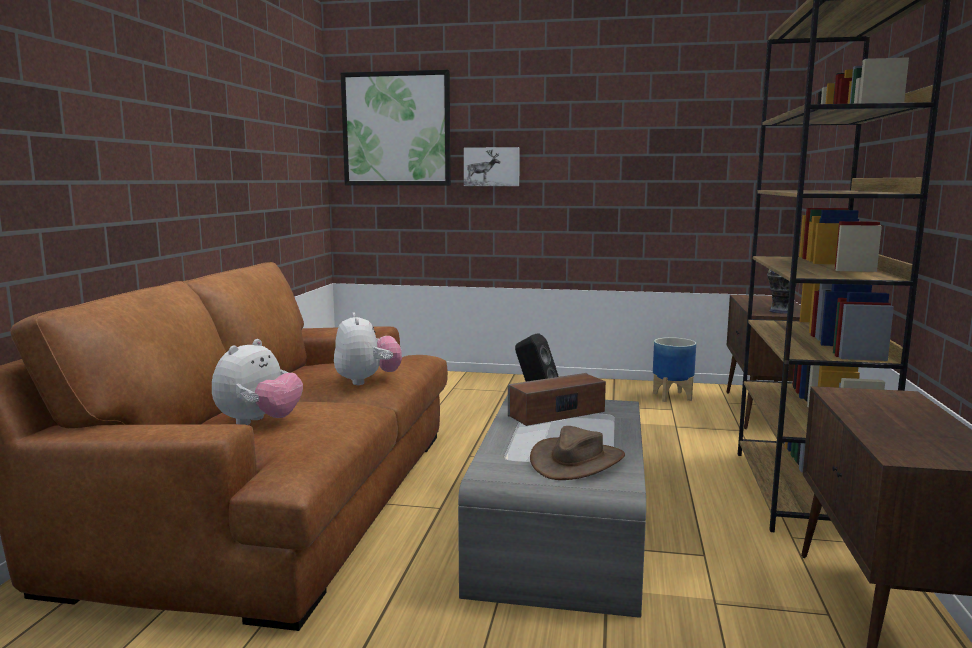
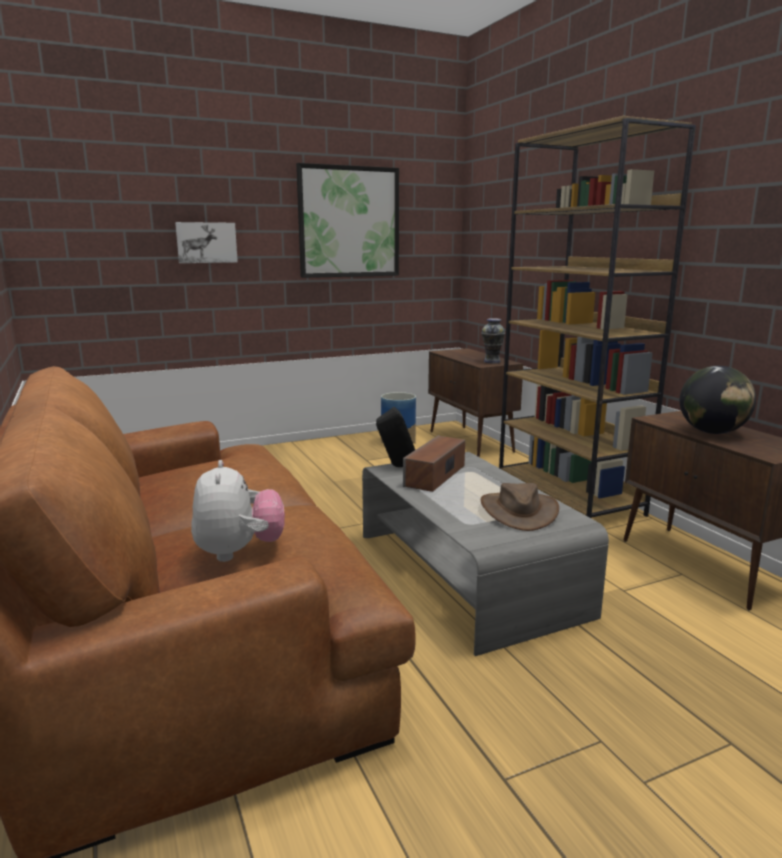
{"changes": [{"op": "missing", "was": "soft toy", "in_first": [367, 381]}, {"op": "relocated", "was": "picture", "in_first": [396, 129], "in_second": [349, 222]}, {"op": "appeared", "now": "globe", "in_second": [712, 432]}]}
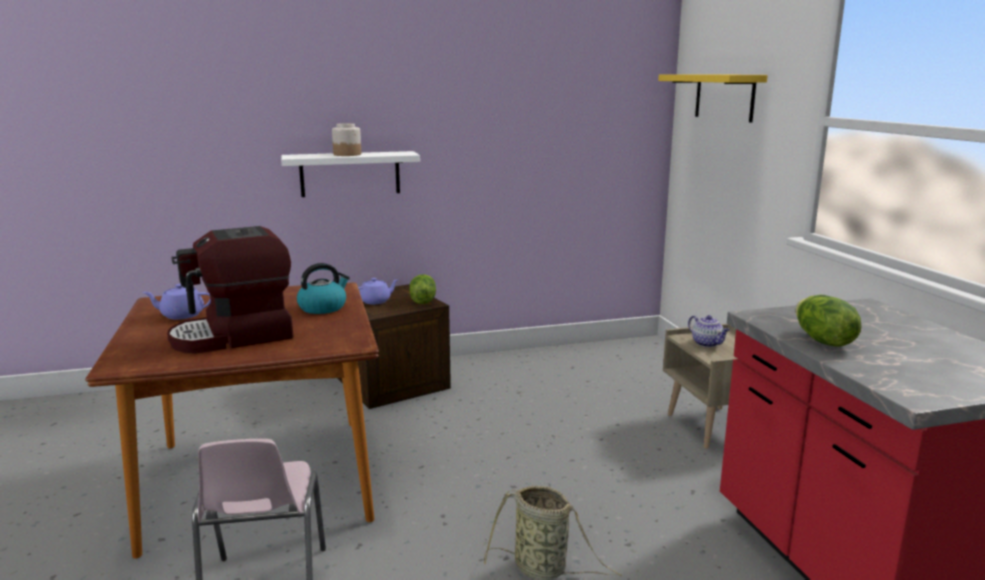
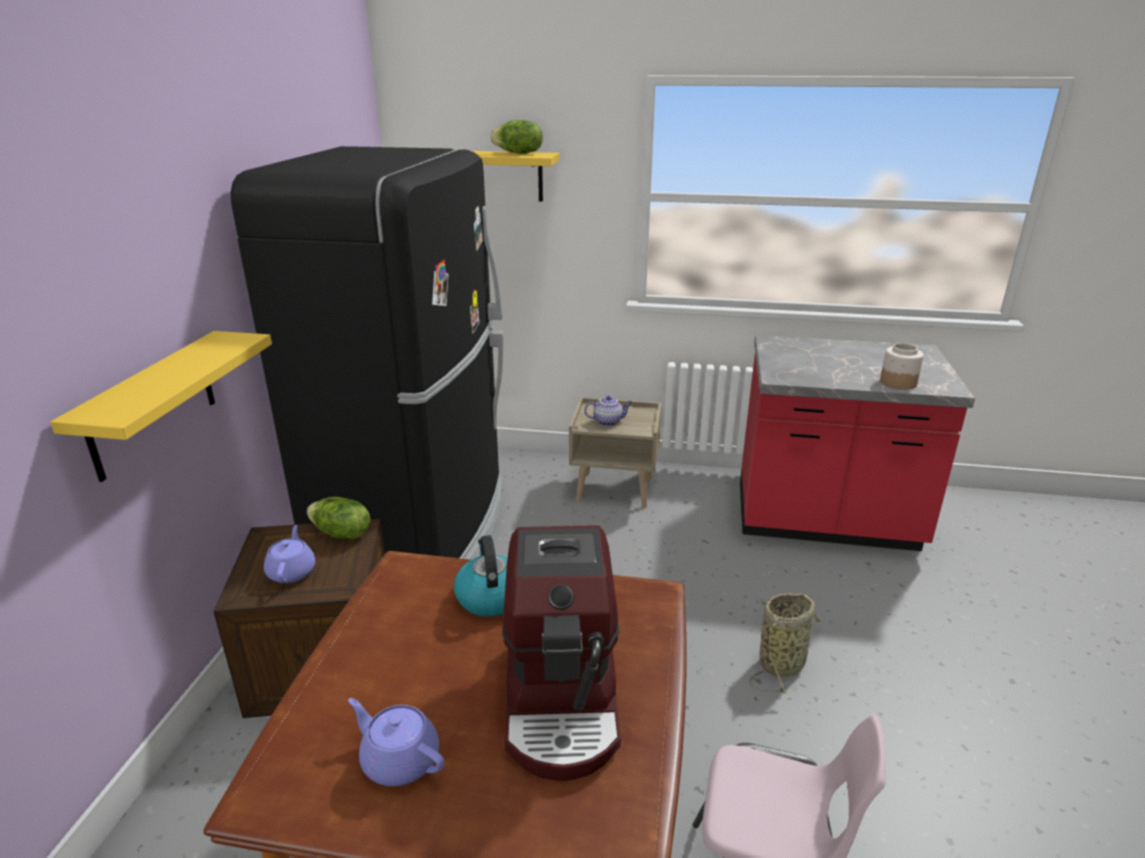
{"changes": [{"op": "spun", "was": "purple tea pot", "in_first": [181, 315], "in_second": [399, 760], "clockwise": 105}, {"op": "colour", "was": "whitish bracket shelf", "now": "yellow bracket shelf", "in_first": [350, 174], "in_second": [152, 404]}, {"op": "relocated", "was": "preserve jar", "in_first": [347, 154], "in_second": [897, 382]}, {"op": "relocated", "was": "lettuce", "in_first": [822, 340], "in_second": [518, 153]}, {"op": "appeared", "now": "black fridge", "in_second": [419, 534]}]}
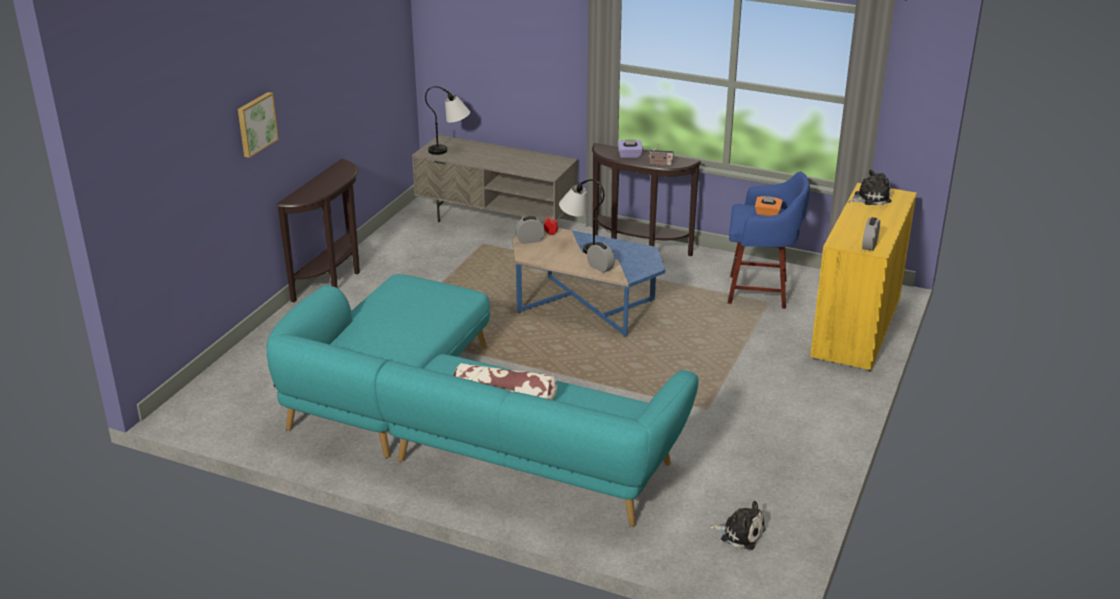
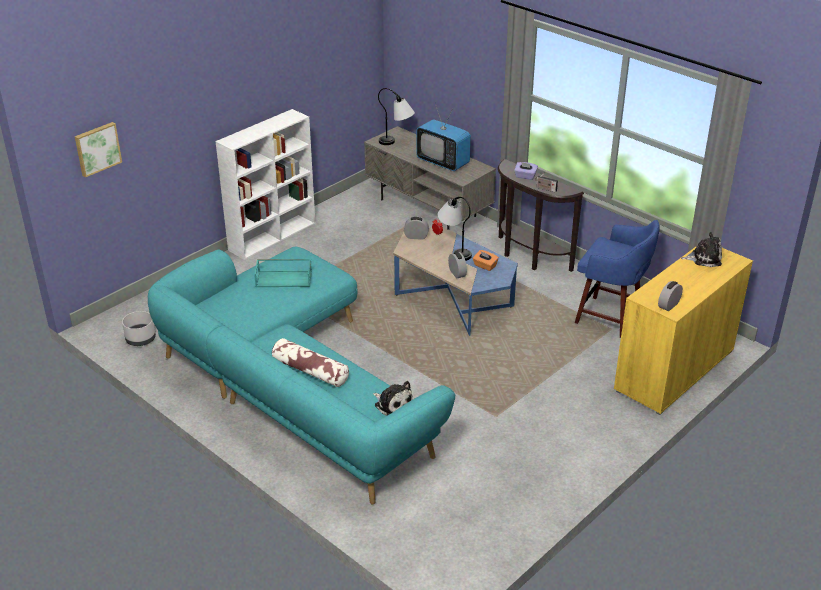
{"changes": [{"op": "relocated", "was": "picture", "in_first": [256, 124], "in_second": [97, 148]}, {"op": "exchanged", "was": "brown hall table", "now": "whitish bookshelf", "in_first": [334, 279], "in_second": [273, 236]}, {"op": "relocated", "was": "soft toy", "in_first": [740, 533], "in_second": [392, 404]}, {"op": "relocated", "was": "orange-coloured tissue holder", "in_first": [767, 213], "in_second": [485, 266]}, {"op": "appeared", "now": "greyish flower pot", "in_second": [140, 339]}, {"op": "appeared", "now": "turquoise carrying tray", "in_second": [284, 278]}, {"op": "appeared", "now": "TV set", "in_second": [443, 162]}]}
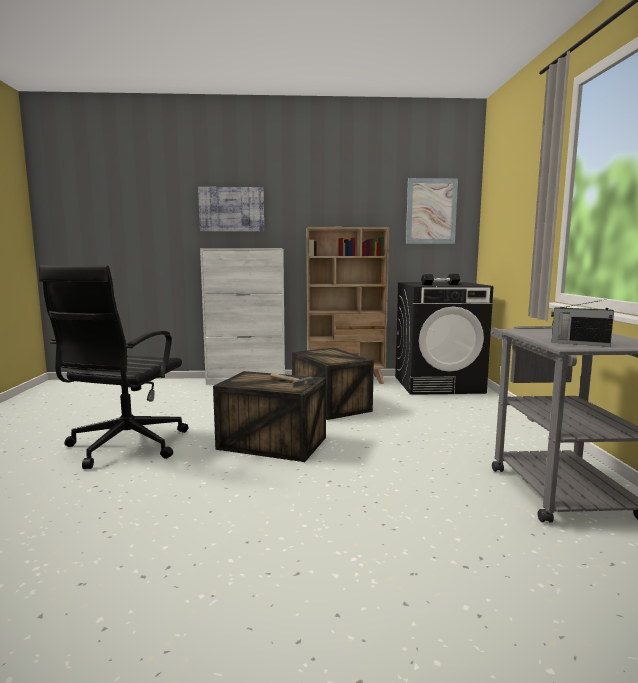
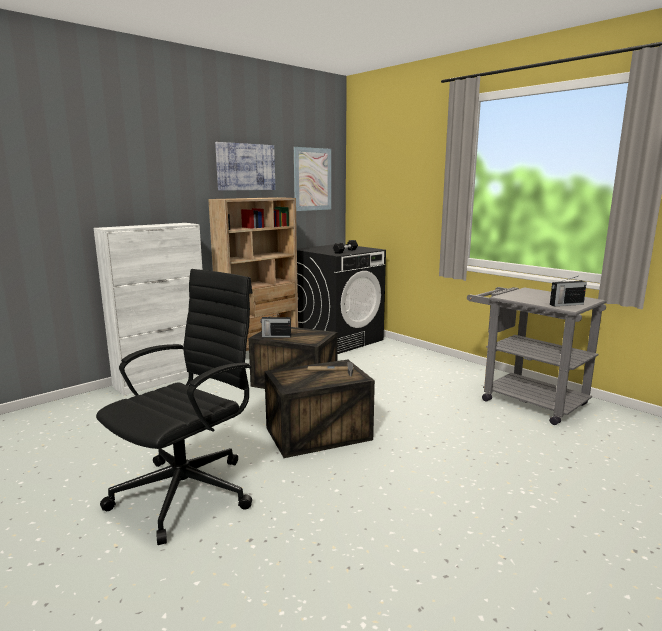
{"changes": [{"op": "spun", "was": "black desk chair", "in_first": [125, 446], "in_second": [188, 492], "clockwise": -120}, {"op": "relocated", "was": "picture", "in_first": [231, 209], "in_second": [245, 167]}, {"op": "appeared", "now": "radio set", "in_second": [276, 336]}]}
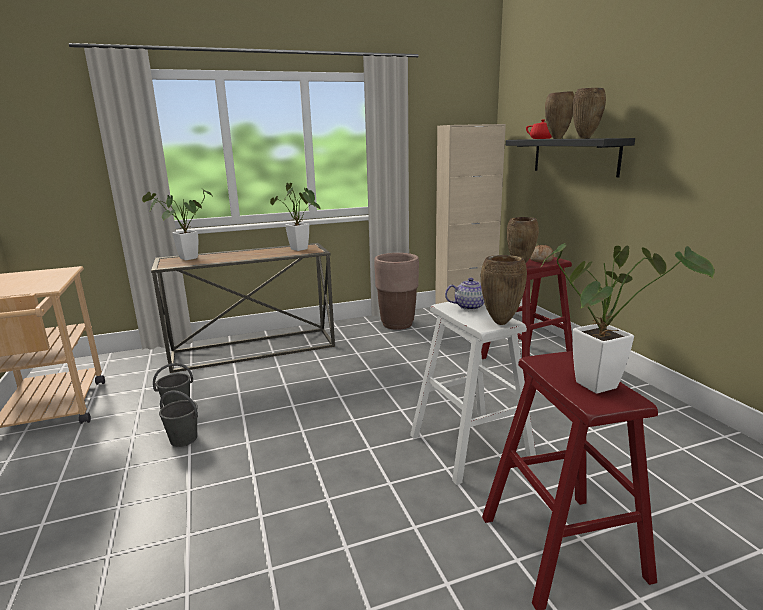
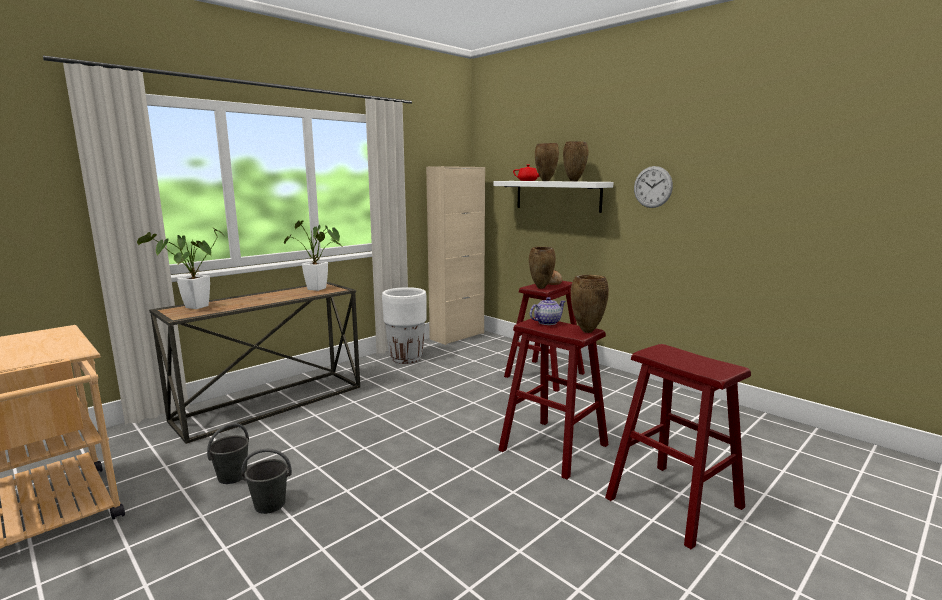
{"changes": [{"op": "colour", "was": "brown flower pot", "now": "whitish flower pot", "in_first": [397, 324], "in_second": [406, 358]}, {"op": "colour", "was": "whitish stool seat", "now": "reddish stool seat", "in_first": [470, 445], "in_second": [553, 447]}, {"op": "colour", "was": "black bracket shelf", "now": "whitish bracket shelf", "in_first": [574, 156], "in_second": [557, 195]}, {"op": "missing", "was": "plant in a pot", "in_first": [603, 384]}, {"op": "appeared", "now": "wall clock", "in_second": [652, 187]}]}
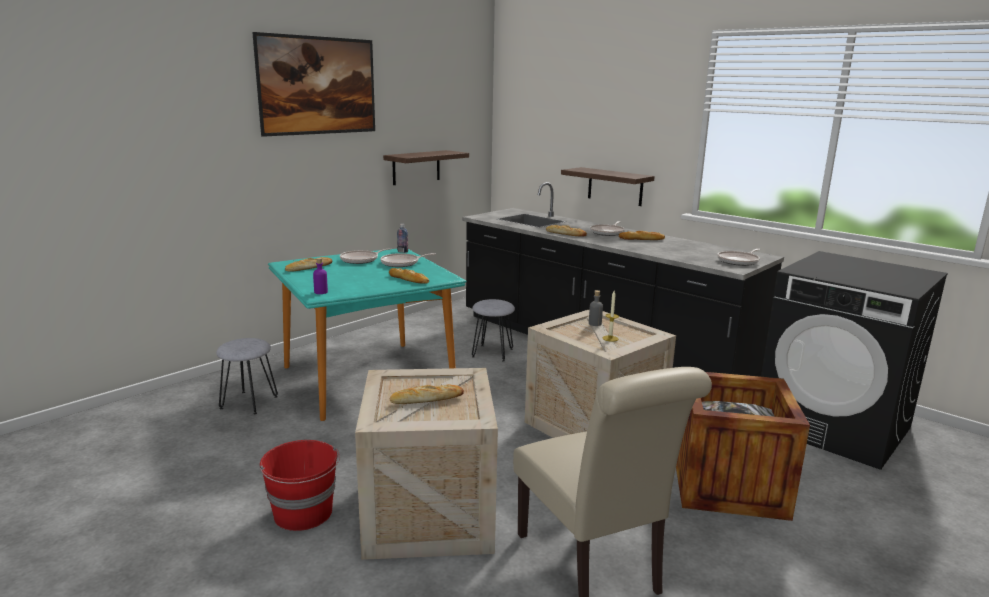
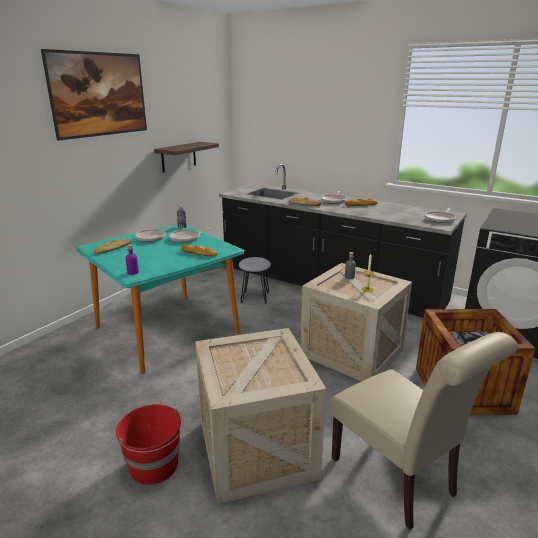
{"changes": [{"op": "missing", "was": "greyish stool seat", "in_first": [248, 402]}, {"op": "missing", "was": "bread", "in_first": [426, 399]}, {"op": "missing", "was": "bracket shelf", "in_first": [615, 186]}]}
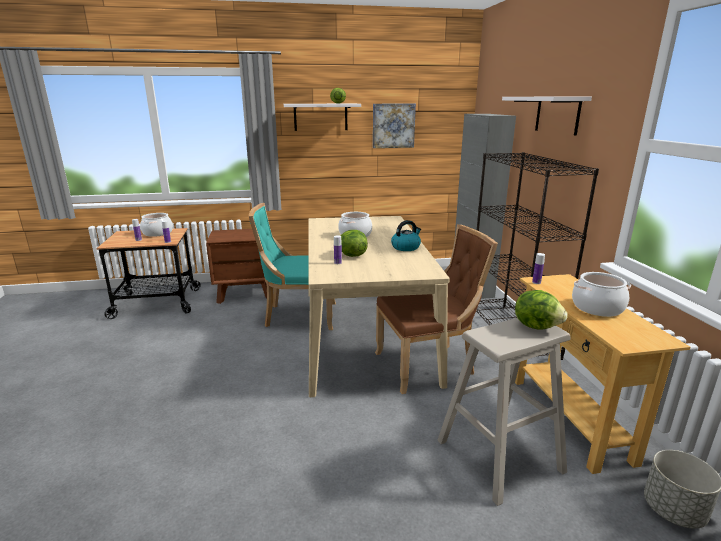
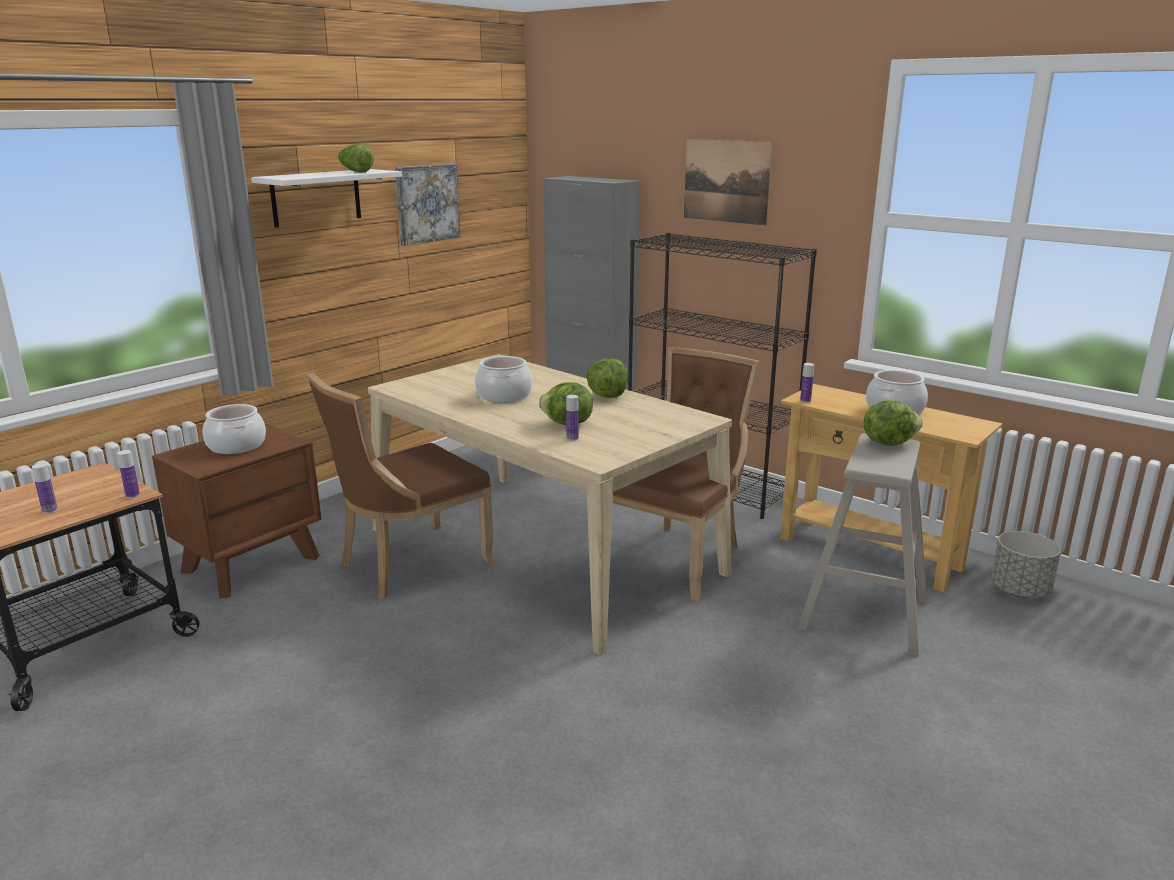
{"changes": [{"op": "relocated", "was": "cooking pot", "in_first": [157, 233], "in_second": [237, 446]}, {"op": "colour", "was": "turquoise plain chair", "now": "brown plain chair", "in_first": [298, 316], "in_second": [409, 564]}, {"op": "exchanged", "was": "kettle", "now": "lettuce", "in_first": [406, 247], "in_second": [607, 396]}, {"op": "exchanged", "was": "whitish bracket shelf", "now": "picture", "in_first": [557, 114], "in_second": [726, 181]}]}
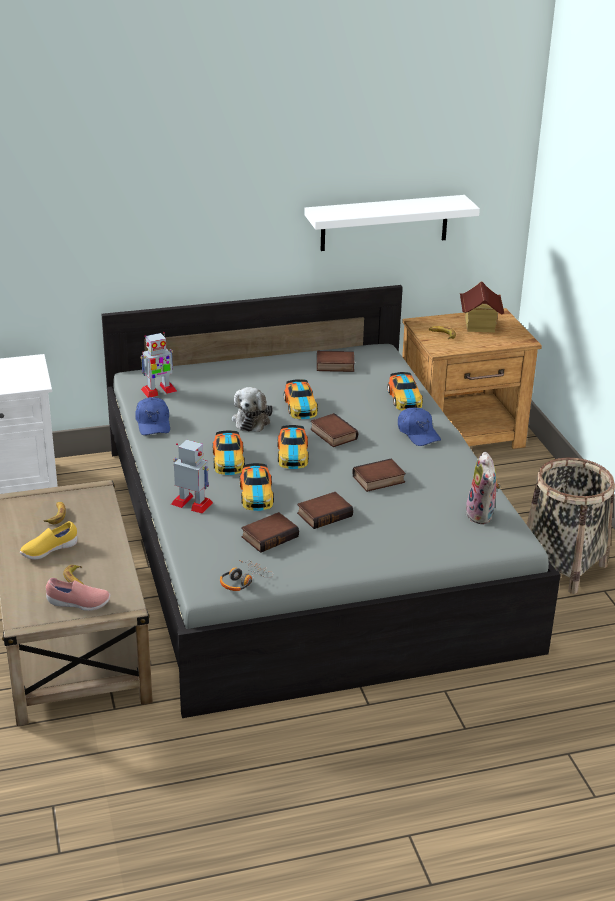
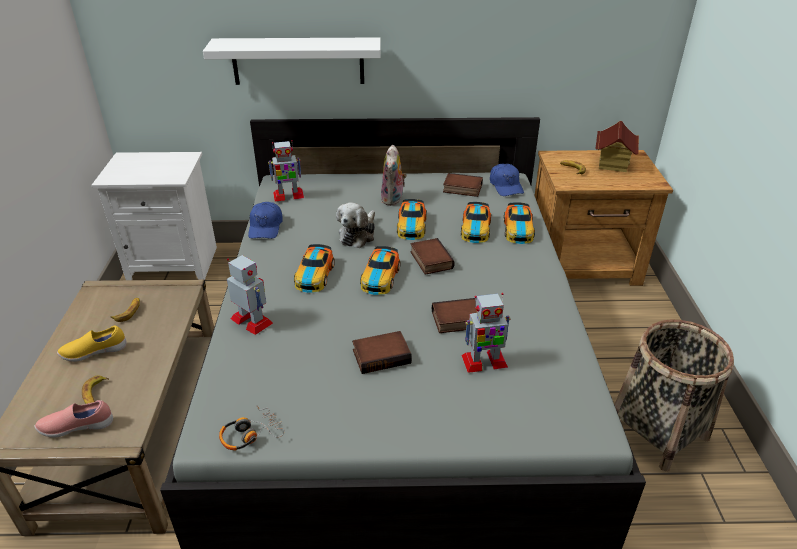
{"changes": [{"op": "spun", "was": "pinkish item of footwear", "in_first": [78, 604], "in_second": [77, 427], "clockwise": 150}, {"op": "relocated", "was": "miniature car", "in_first": [256, 494], "in_second": [475, 229]}, {"op": "missing", "was": "book", "in_first": [269, 536]}, {"op": "relocated", "was": "whitish bracket shelf", "in_first": [384, 223], "in_second": [298, 61]}, {"op": "relocated", "was": "bluish peaked cap", "in_first": [418, 433], "in_second": [506, 186]}, {"op": "relocated", "was": "soft toy", "in_first": [482, 515], "in_second": [393, 199]}, {"op": "appeared", "now": "robot figure", "in_second": [484, 361]}]}
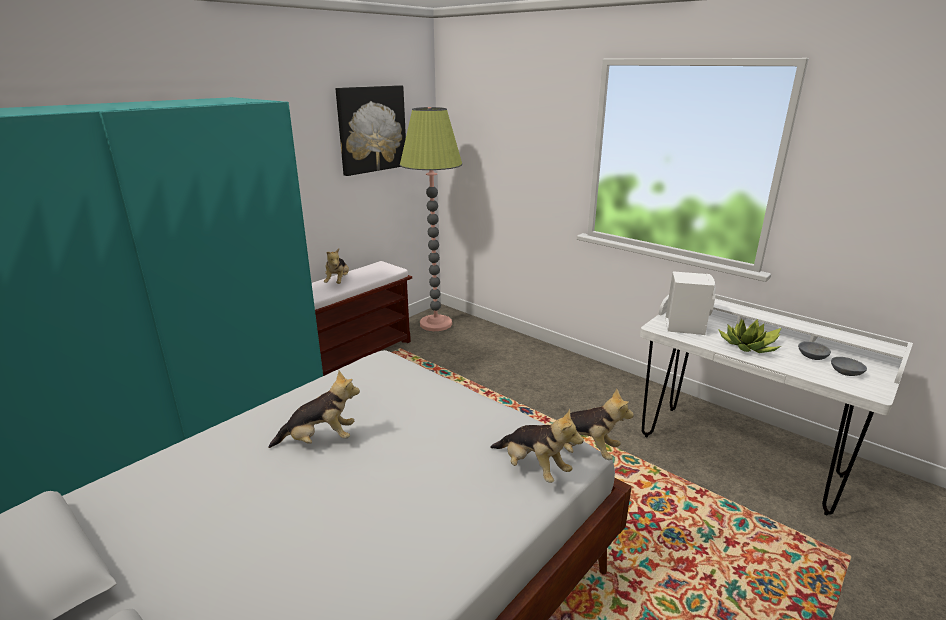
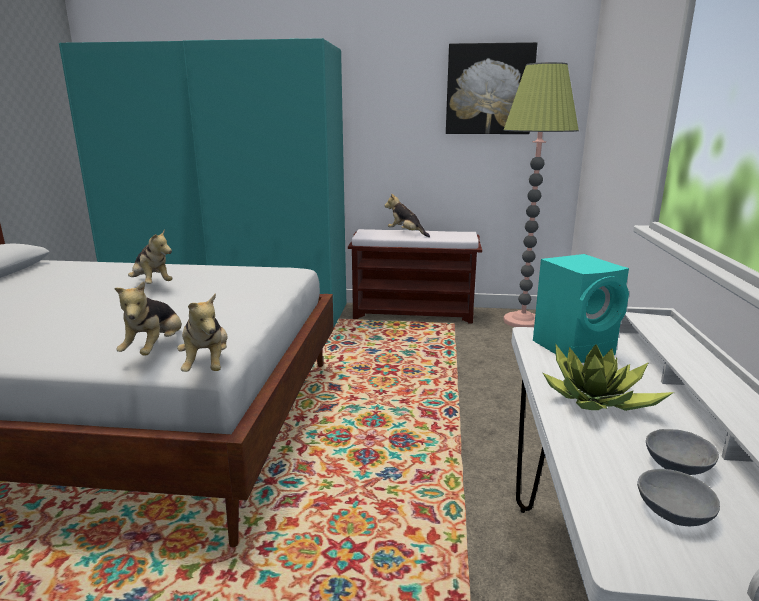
{"changes": [{"op": "spun", "was": "soft toy", "in_first": [338, 282], "in_second": [406, 233], "clockwise": 75}, {"op": "colour", "was": "whitish speaker", "now": "turquoise speaker", "in_first": [685, 326], "in_second": [575, 348]}]}
